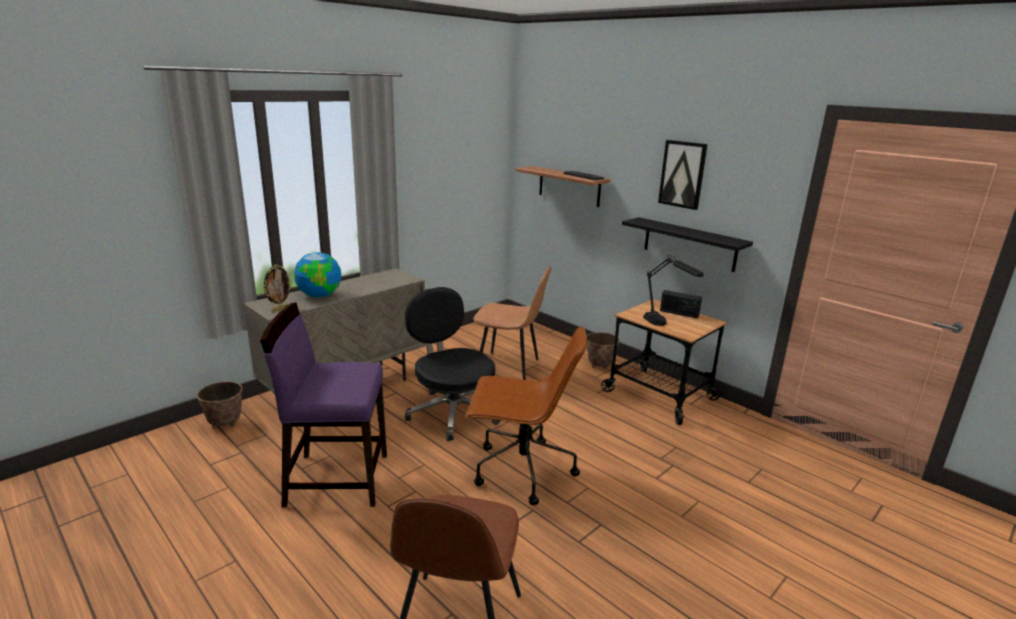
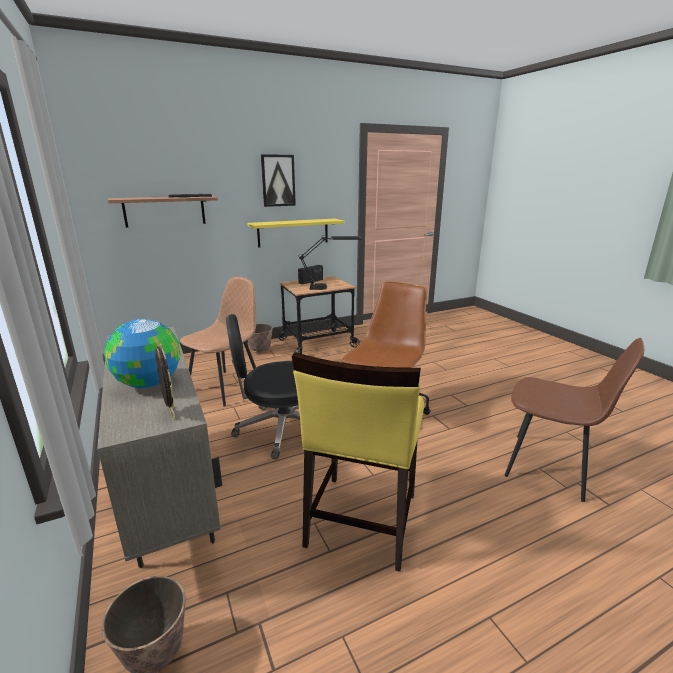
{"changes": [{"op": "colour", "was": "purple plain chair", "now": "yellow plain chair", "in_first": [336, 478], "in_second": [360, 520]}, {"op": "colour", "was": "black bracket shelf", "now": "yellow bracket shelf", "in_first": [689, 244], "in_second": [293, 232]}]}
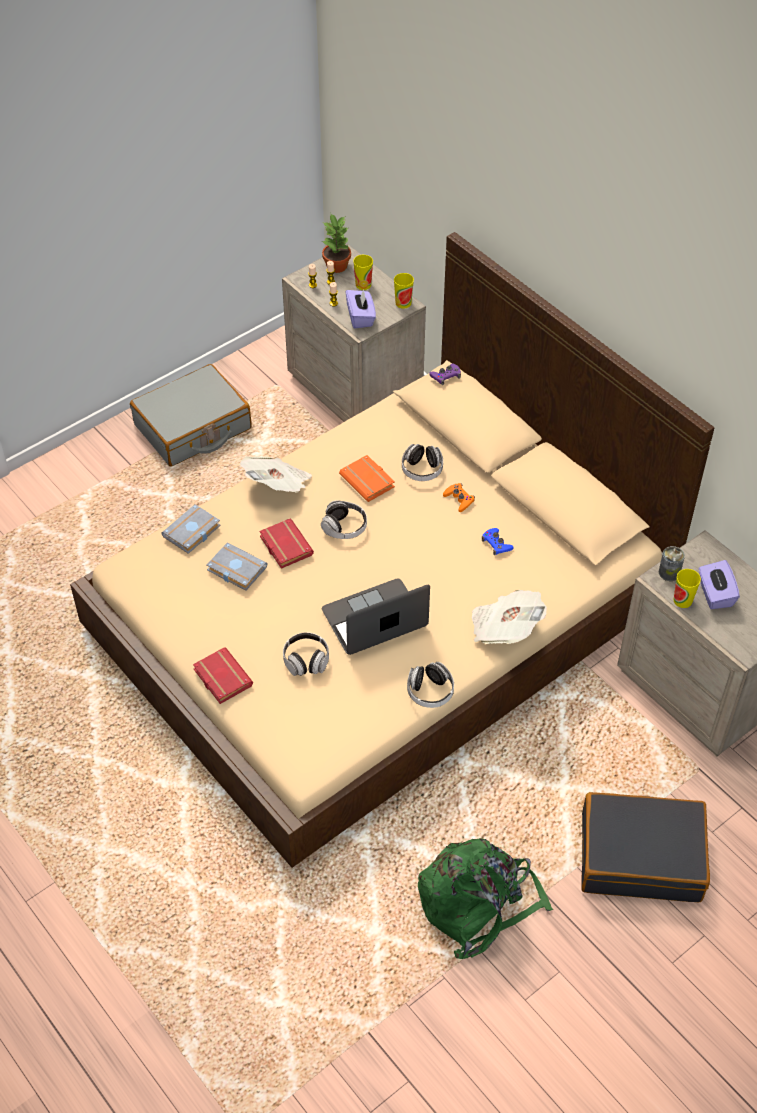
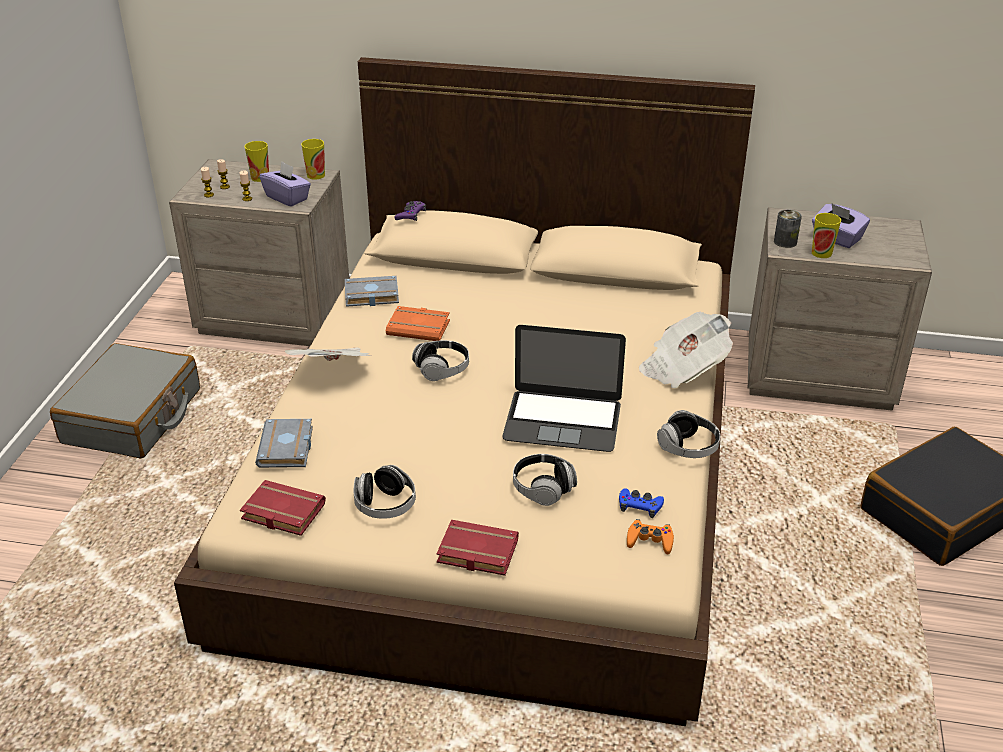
{"changes": [{"op": "relocated", "was": "greyish book", "in_first": [235, 569], "in_second": [370, 296]}, {"op": "relocated", "was": "reddish book", "in_first": [284, 546], "in_second": [281, 513]}, {"op": "missing", "was": "plant in a pot", "in_first": [337, 265]}, {"op": "spun", "was": "portable computer", "in_first": [374, 618], "in_second": [562, 420], "clockwise": -105}, {"op": "relocated", "was": "headphones", "in_first": [422, 470], "in_second": [385, 505]}, {"op": "missing", "was": "greenish backpack", "in_first": [478, 903]}, {"op": "relocated", "was": "orange-coloured gamepad", "in_first": [459, 499], "in_second": [650, 540]}, {"op": "relocated", "was": "bluish gamepad", "in_first": [496, 544], "in_second": [640, 506]}]}
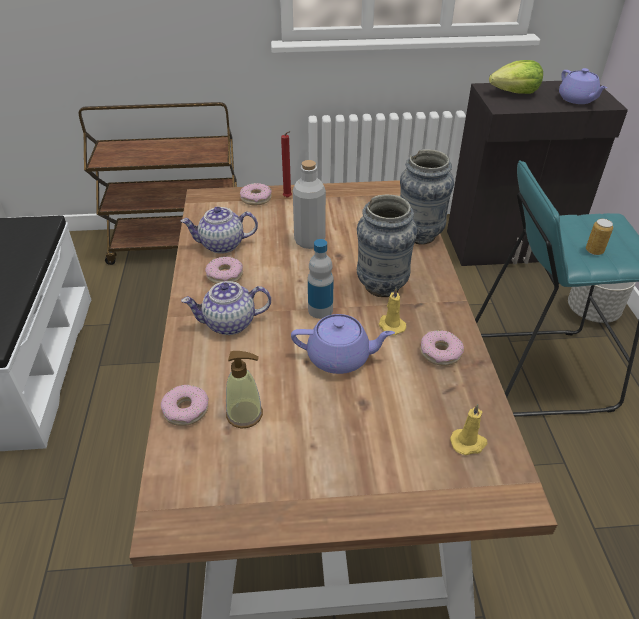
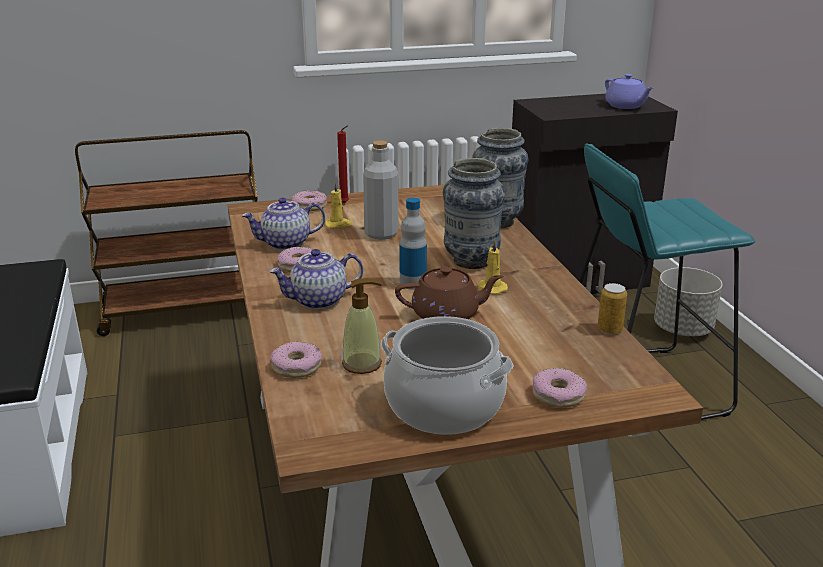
{"changes": [{"op": "colour", "was": "purple tea pot", "now": "brown tea pot", "in_first": [340, 357], "in_second": [447, 315]}, {"op": "relocated", "was": "ring doughnut", "in_first": [440, 352], "in_second": [558, 395]}, {"op": "relocated", "was": "yellow candle", "in_first": [468, 443], "in_second": [338, 225]}, {"op": "missing", "was": "lettuce", "in_first": [515, 93]}, {"op": "relocated", "was": "sealed can", "in_first": [594, 251], "in_second": [609, 330]}, {"op": "appeared", "now": "cooking pot", "in_second": [445, 405]}]}
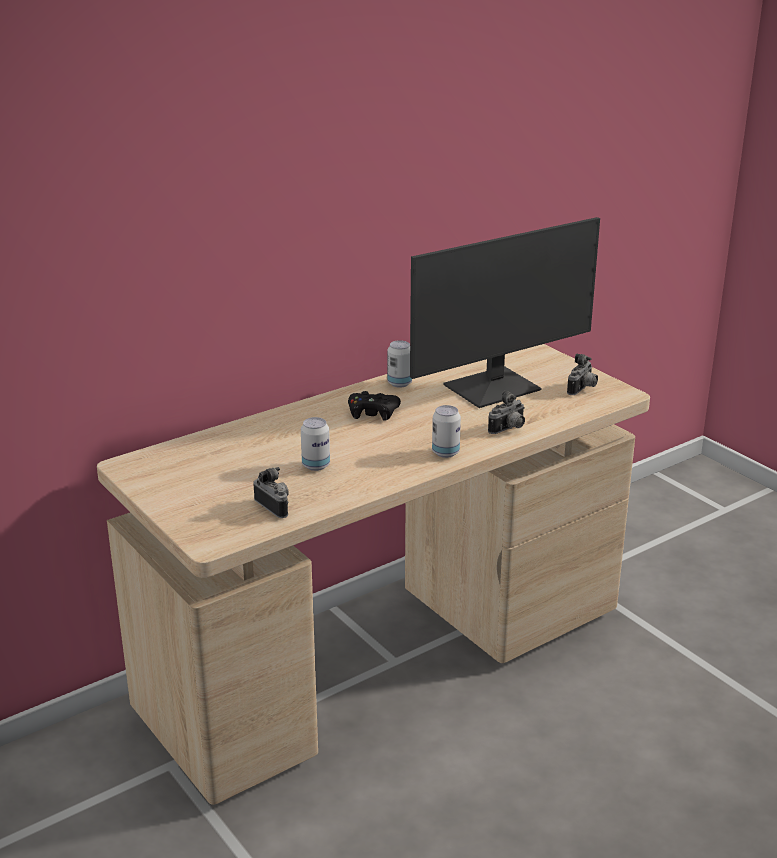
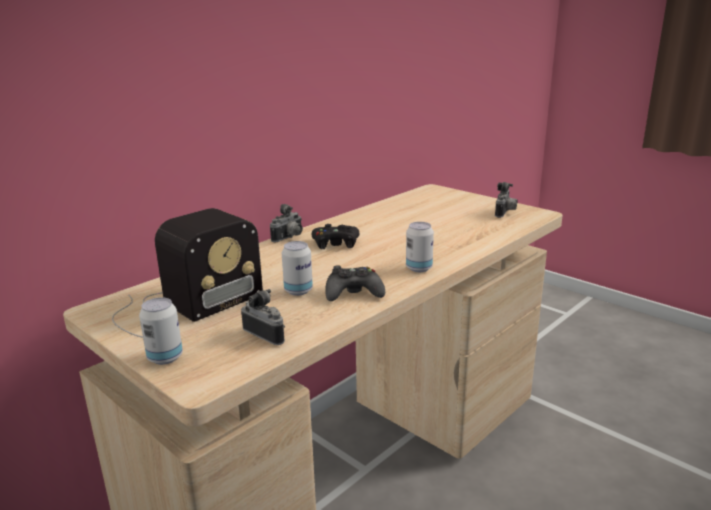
{"changes": [{"op": "relocated", "was": "sealed can", "in_first": [399, 383], "in_second": [165, 358]}, {"op": "missing", "was": "computer display", "in_first": [494, 388]}, {"op": "relocated", "was": "photo camera", "in_first": [508, 429], "in_second": [289, 238]}, {"op": "appeared", "now": "radio set", "in_second": [183, 307]}, {"op": "appeared", "now": "black gamepad", "in_second": [353, 293]}]}
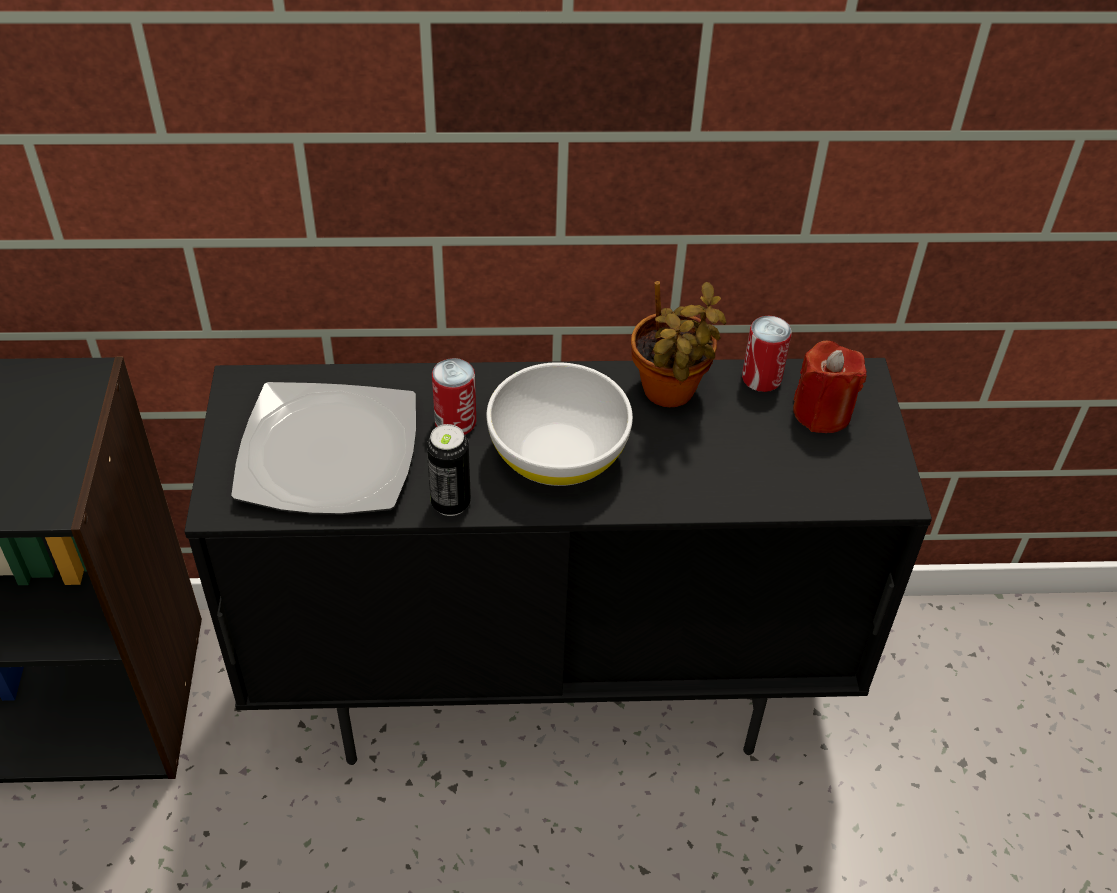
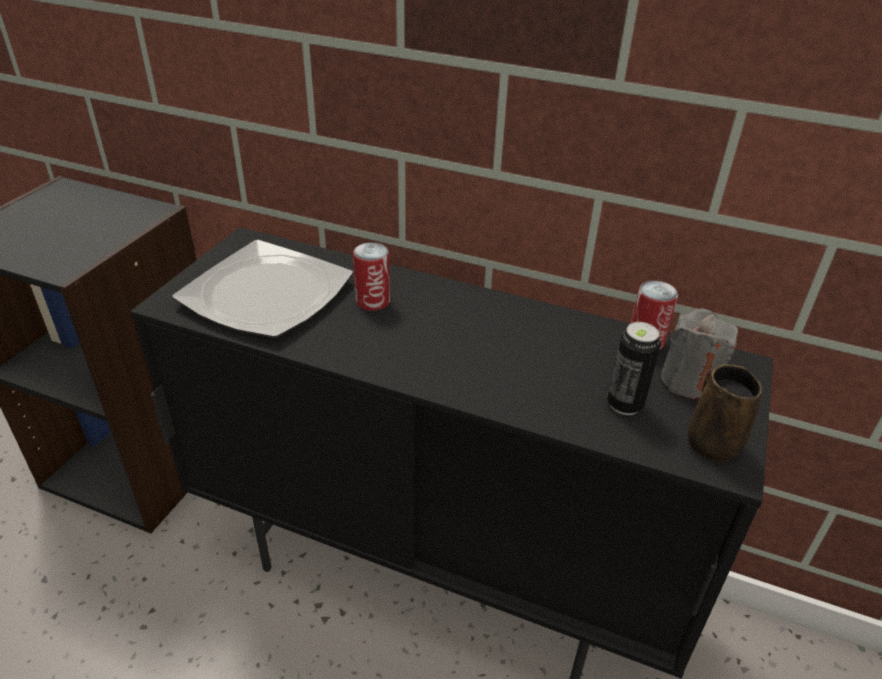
{"changes": [{"op": "relocated", "was": "sealed can", "in_first": [450, 503], "in_second": [624, 404]}, {"op": "missing", "was": "whitish deep dish", "in_first": [557, 453]}, {"op": "missing", "was": "plant in a pot", "in_first": [670, 394]}, {"op": "colour", "was": "reddish candle", "now": "greyish candle", "in_first": [822, 412], "in_second": [689, 381]}, {"op": "appeared", "now": "brown tea mug", "in_second": [712, 441]}]}
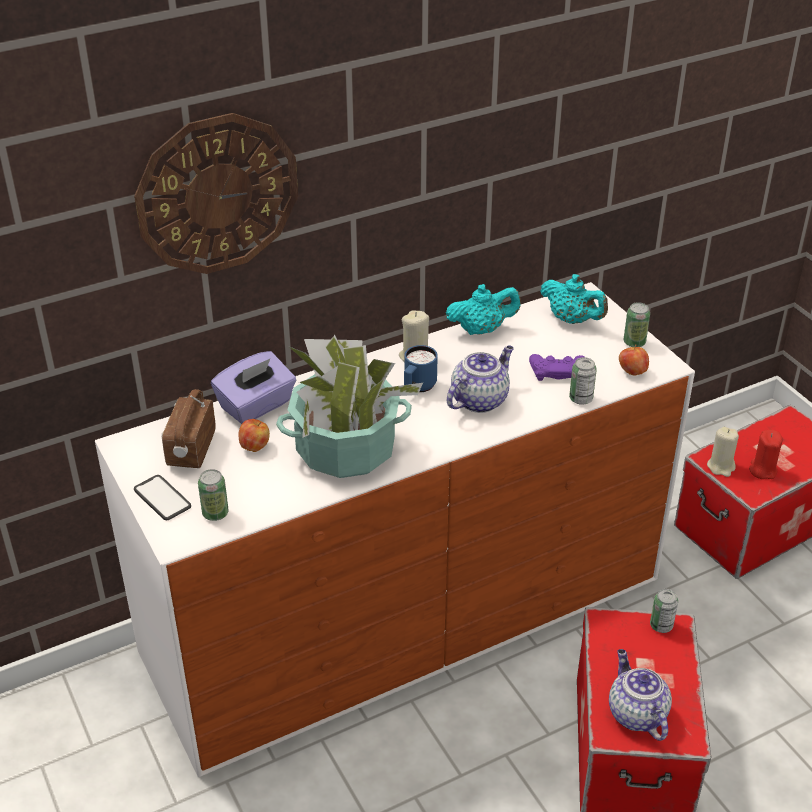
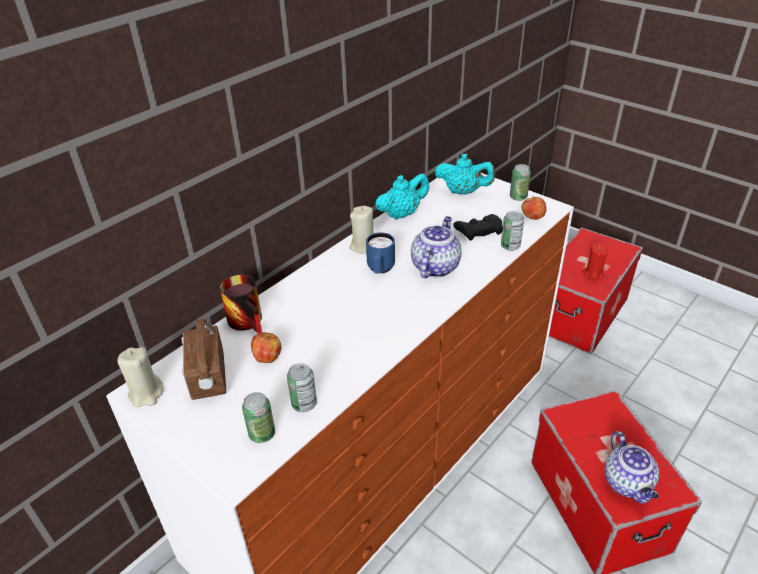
{"changes": [{"op": "missing", "was": "wall clock", "in_first": [217, 194]}, {"op": "missing", "was": "telephone", "in_first": [162, 498]}, {"op": "exchanged", "was": "purple tissue holder", "now": "tea mug", "in_first": [256, 406], "in_second": [250, 320]}, {"op": "missing", "was": "plant in a pot", "in_first": [345, 449]}, {"op": "colour", "was": "purple gamepad", "now": "black gamepad", "in_first": [557, 371], "in_second": [479, 230]}, {"op": "spun", "was": "tea pot", "in_first": [635, 713], "in_second": [628, 484], "clockwise": -150}, {"op": "relocated", "was": "sealed can", "in_first": [661, 625], "in_second": [304, 404]}, {"op": "relocated", "was": "beige candle", "in_first": [721, 466], "in_second": [146, 394]}]}
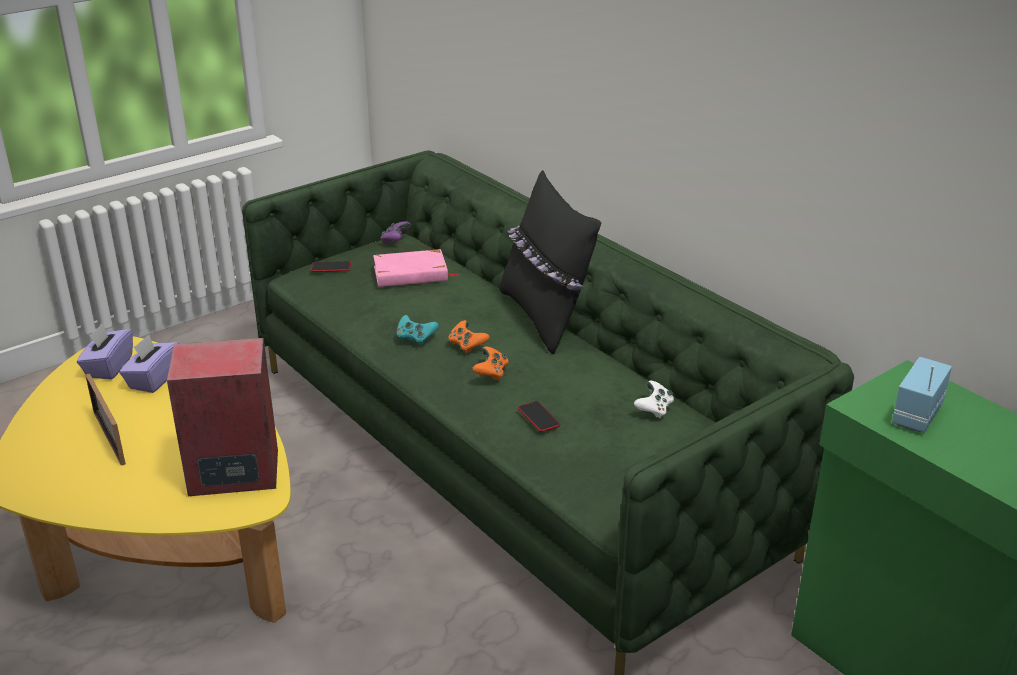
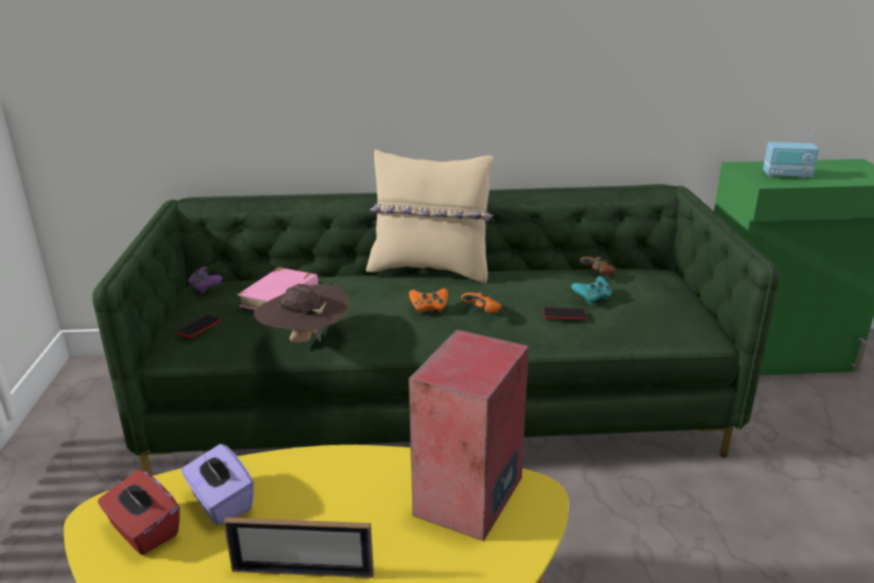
{"changes": [{"op": "colour", "was": "purple tissue holder", "now": "reddish tissue holder", "in_first": [109, 367], "in_second": [143, 531]}, {"op": "relocated", "was": "turquoise gamepad", "in_first": [415, 338], "in_second": [592, 298]}, {"op": "colour", "was": "black throw pillow", "now": "beige throw pillow", "in_first": [545, 317], "in_second": [430, 269]}, {"op": "colour", "was": "whitish gamepad", "now": "brown gamepad", "in_first": [654, 409], "in_second": [598, 274]}, {"op": "spun", "was": "radio set", "in_first": [916, 415], "in_second": [787, 175], "clockwise": -60}, {"op": "appeared", "now": "brown clothing hat", "in_second": [304, 341]}]}
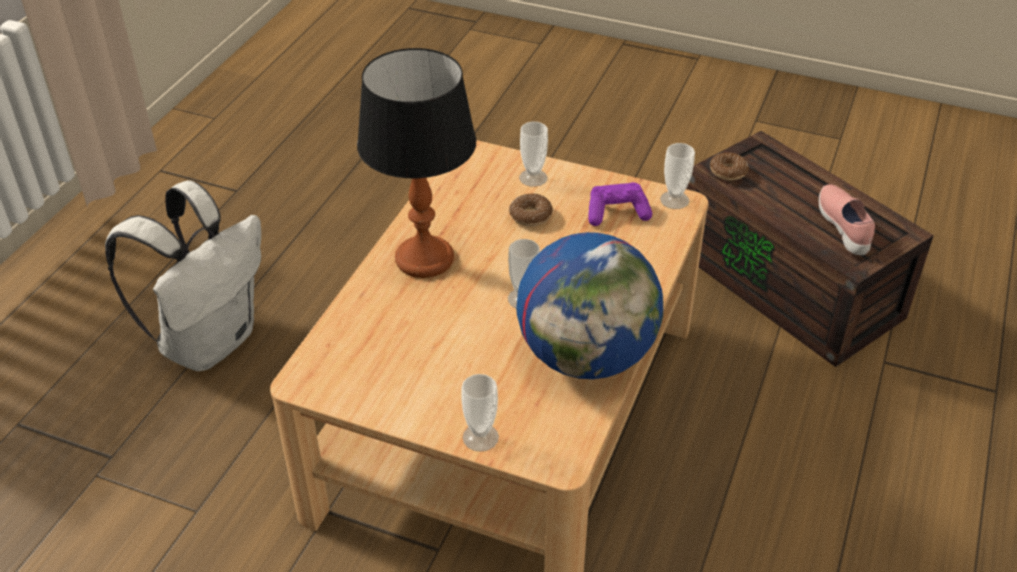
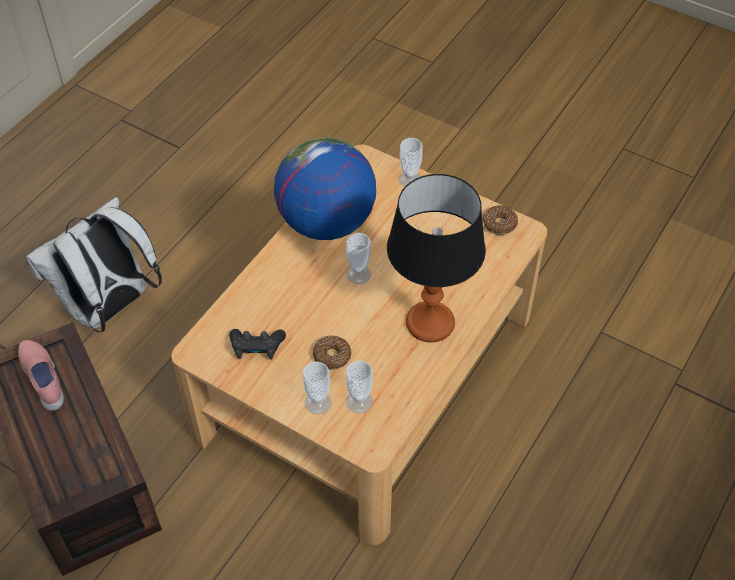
{"changes": [{"op": "relocated", "was": "whitish backpack", "in_first": [209, 341], "in_second": [110, 308]}, {"op": "colour", "was": "purple gamepad", "now": "black gamepad", "in_first": [616, 213], "in_second": [257, 348]}, {"op": "relocated", "was": "cup", "in_first": [674, 200], "in_second": [359, 401]}, {"op": "relocated", "was": "ring doughnut", "in_first": [728, 172], "in_second": [499, 224]}, {"op": "spun", "was": "pinkish item of footwear", "in_first": [844, 228], "in_second": [44, 379], "clockwise": 150}]}
